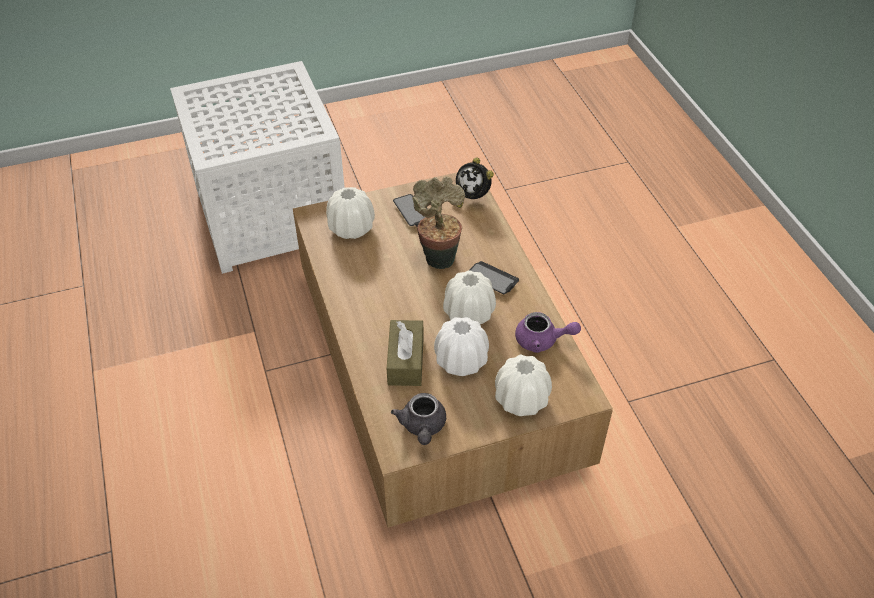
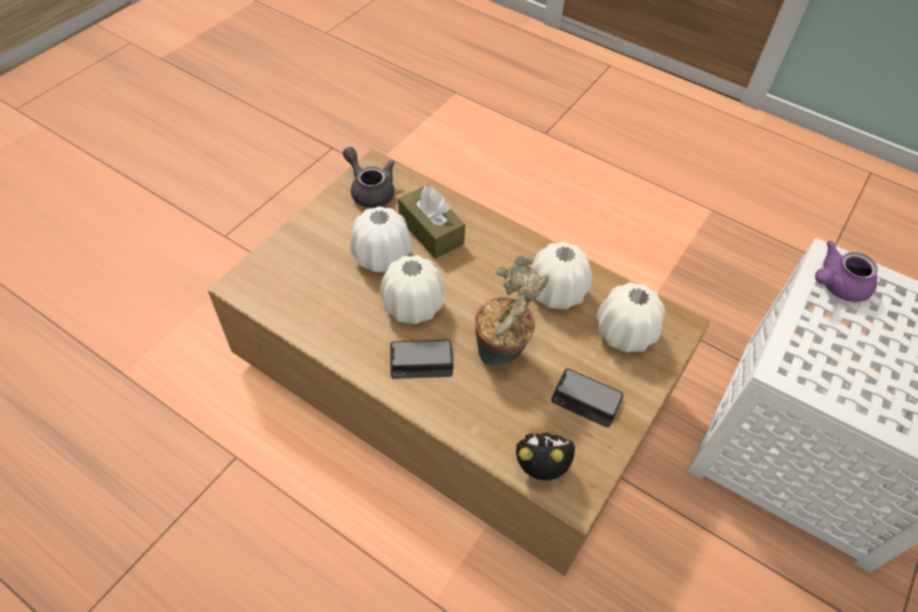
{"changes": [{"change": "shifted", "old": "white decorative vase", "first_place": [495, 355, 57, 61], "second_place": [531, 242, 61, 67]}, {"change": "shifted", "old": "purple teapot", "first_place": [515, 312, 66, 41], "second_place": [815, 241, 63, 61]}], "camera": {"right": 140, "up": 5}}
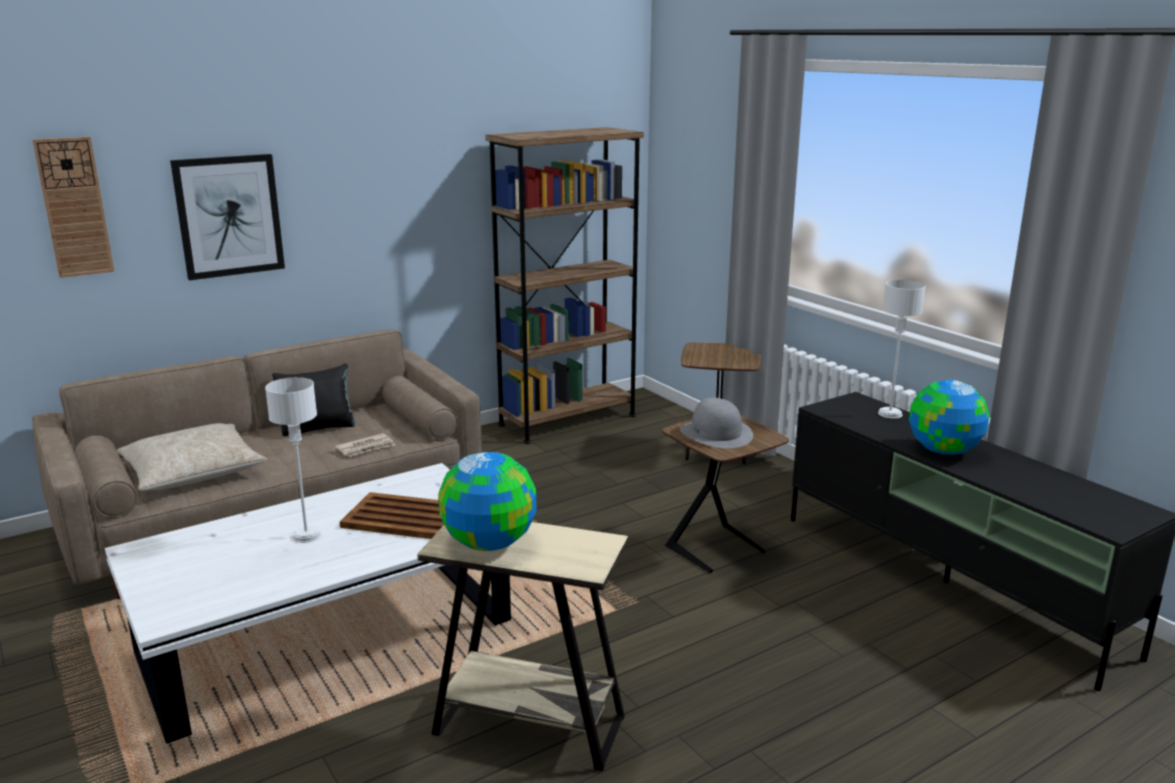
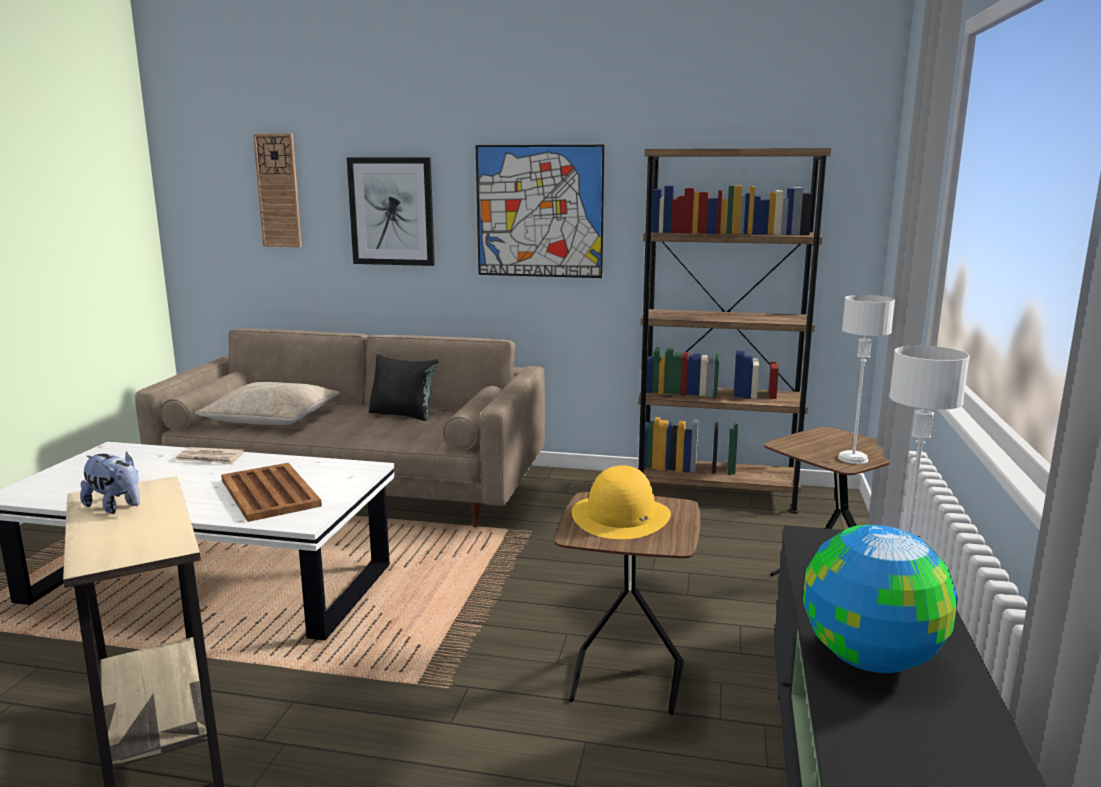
{"changes": [{"change": "shifted", "old": "white lamp for a table", "first_place": [265, 377, 56, 166], "second_place": [838, 295, 57, 169]}, {"change": "shifted", "old": "printed paper", "first_place": [335, 433, 60, 24], "second_place": [176, 447, 68, 18]}, {"change": "swapped", "old": "world globe", "new": "soft toy", "first_place": [438, 452, 99, 99], "second_place": [80, 451, 60, 63]}, {"change": "repainted", "old": "greyish clothing hat", "new": "yellow-coloured clothing hat", "first_place": [680, 398, 73, 50], "second_place": [572, 465, 99, 74]}, {"change": "new", "new": "wall art", "second_place": [476, 145, 129, 133]}], "camera": {"right": 45, "up": -5}}
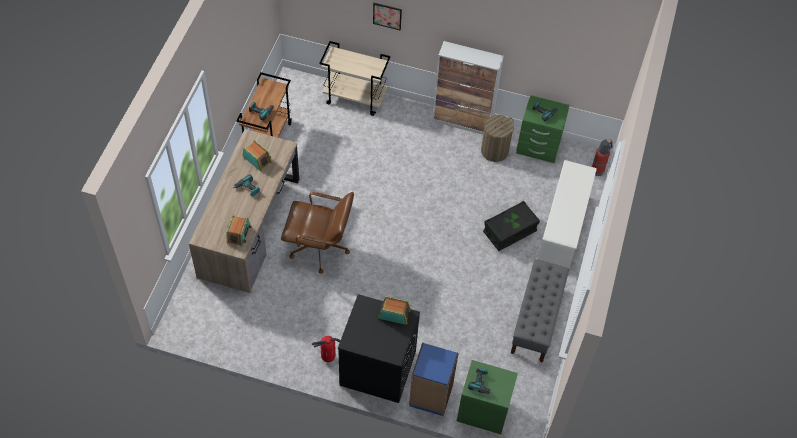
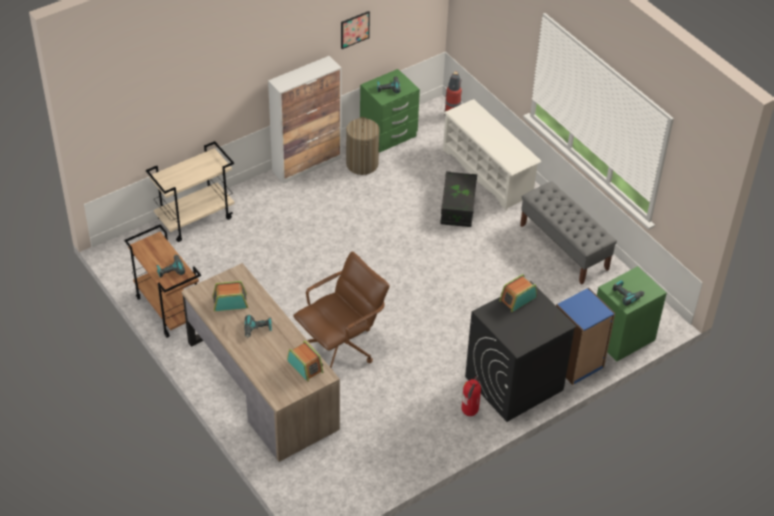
{"changes": [{"change": "shifted", "old": "wall art", "first_place": [373, 3, 29, 27], "second_place": [341, 11, 29, 38]}], "camera": {"right": -50, "up": -10}}
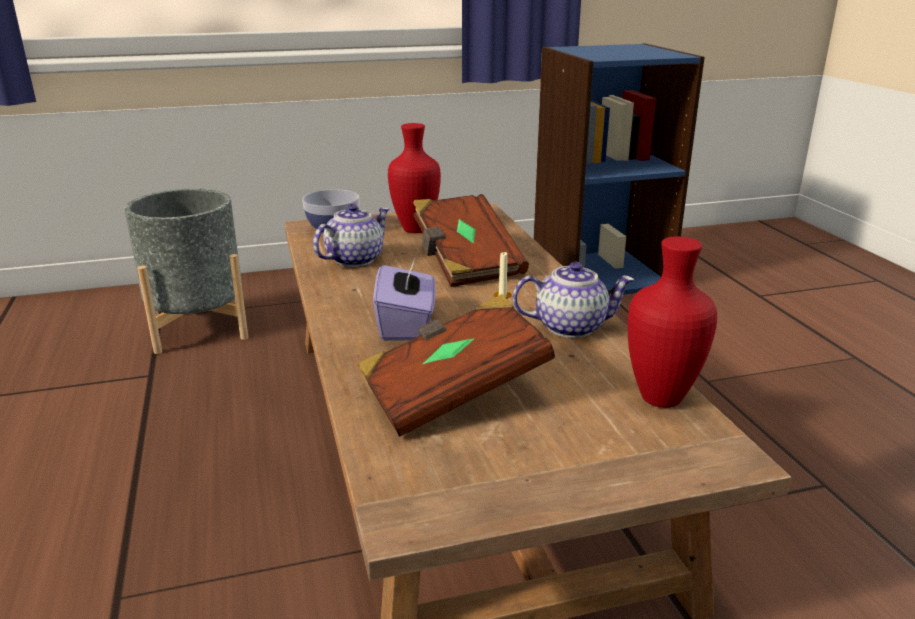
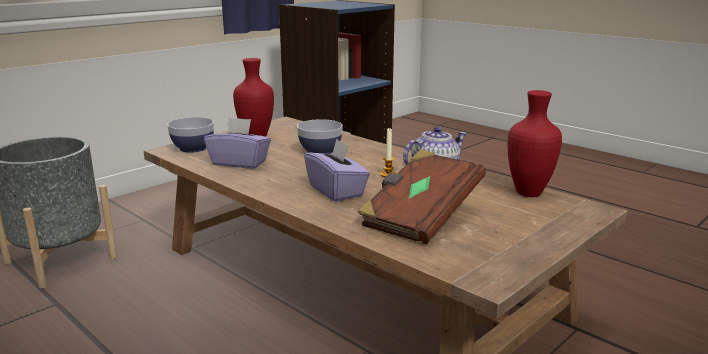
{"changes": [{"change": "swapped", "old": "teapot", "new": "purple box of tissues", "first_place": [313, 204, 76, 63], "second_place": [204, 117, 67, 52]}, {"change": "swapped", "old": "brownish book", "new": "deep dish", "first_place": [413, 194, 116, 93], "second_place": [297, 119, 46, 35]}], "camera": {"right": -30, "up": -5}}
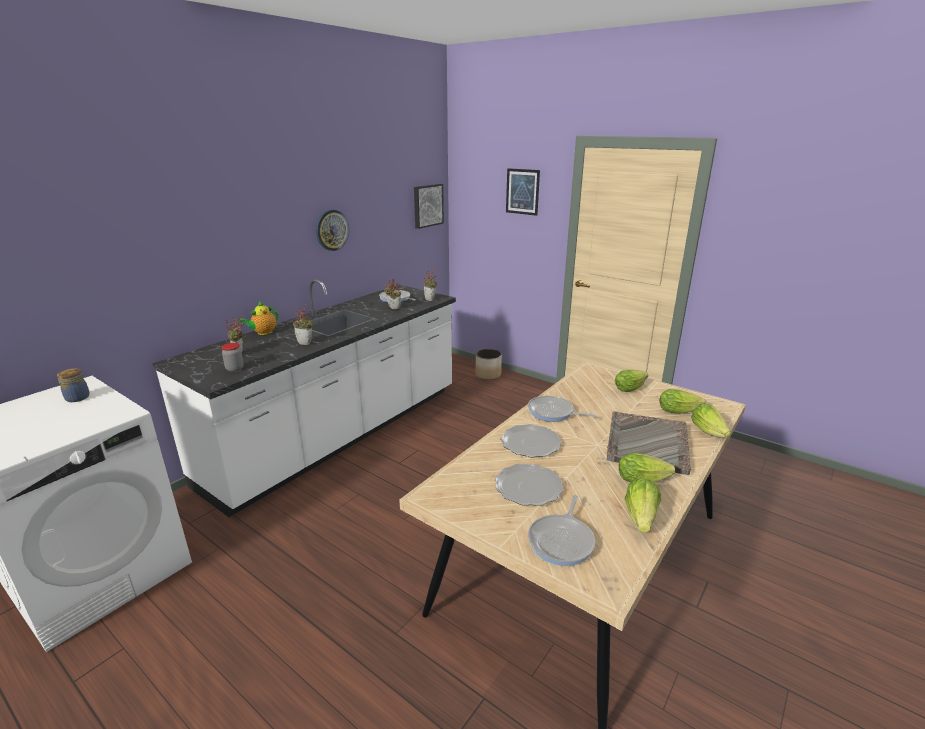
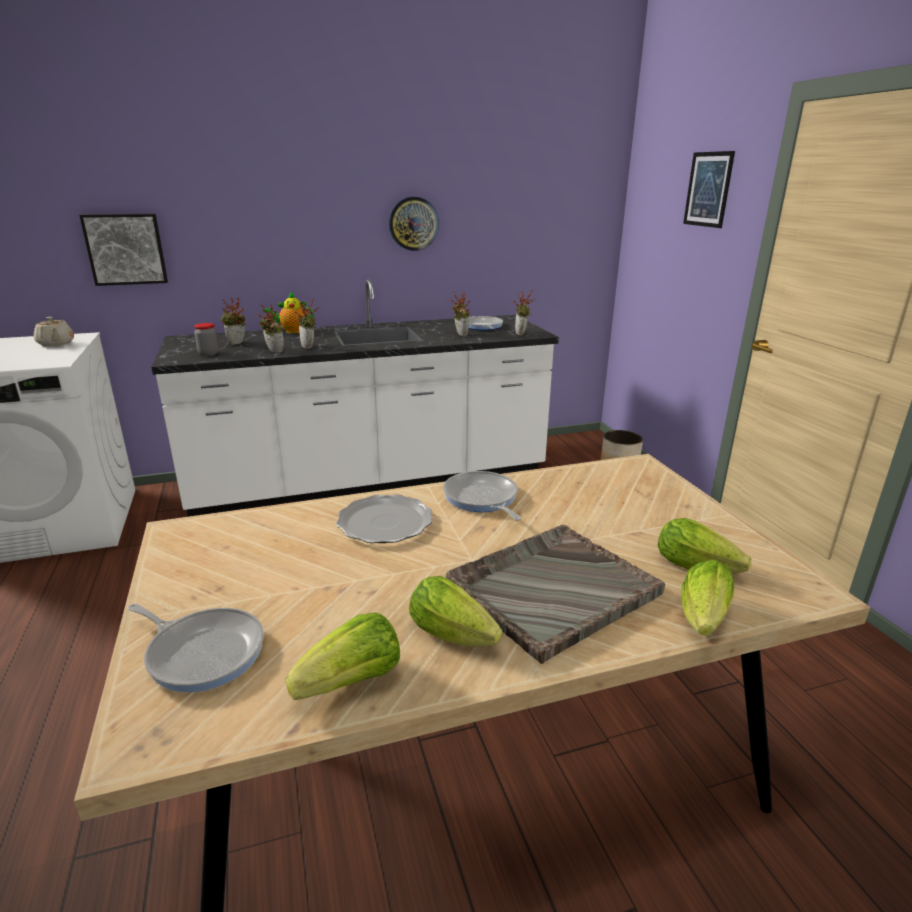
{"changes": [{"change": "swapped", "old": "preserve jar", "new": "beige-coloured teapot", "first_place": [57, 368, 32, 34], "second_place": [34, 317, 40, 30]}, {"change": "shifted", "old": "wall art", "first_place": [414, 184, 30, 45], "second_place": [79, 214, 89, 72]}, {"change": "gone", "old": "plate", "first_place": [495, 464, 68, 42]}, {"change": "rotated", "old": "skillet", "first_place": [528, 495, 67, 71], "second_place": [128, 604, 136, 89], "degrees": -120}, {"change": "gone", "old": "lettuce head", "first_place": [615, 369, 33, 23]}, {"change": "new", "new": "plant in a pot", "second_place": [257, 304, 27, 49]}], "camera": {"right": 35, "up": 0}}
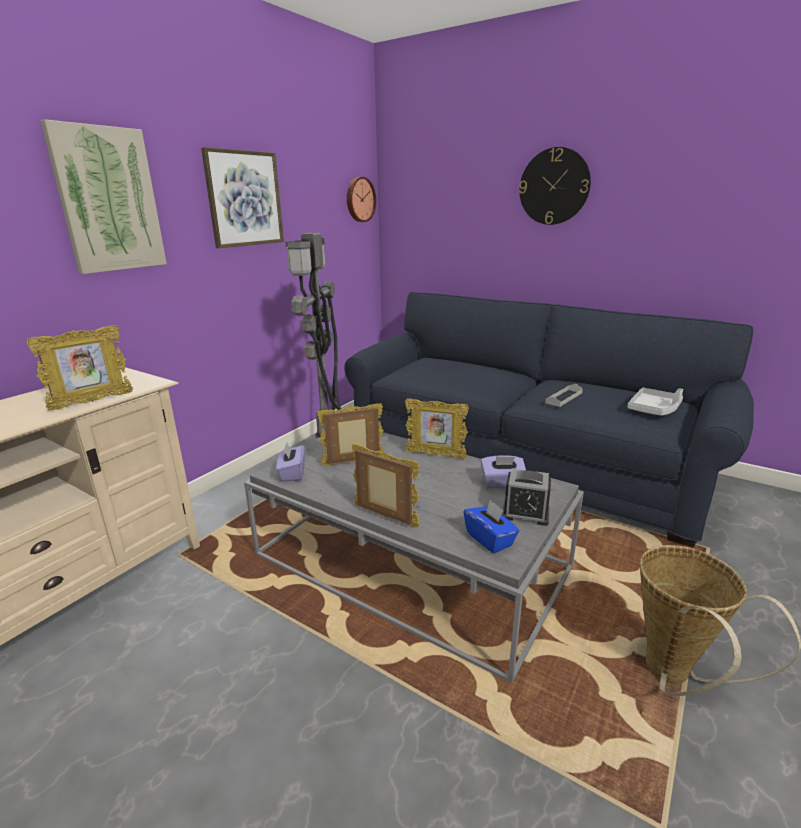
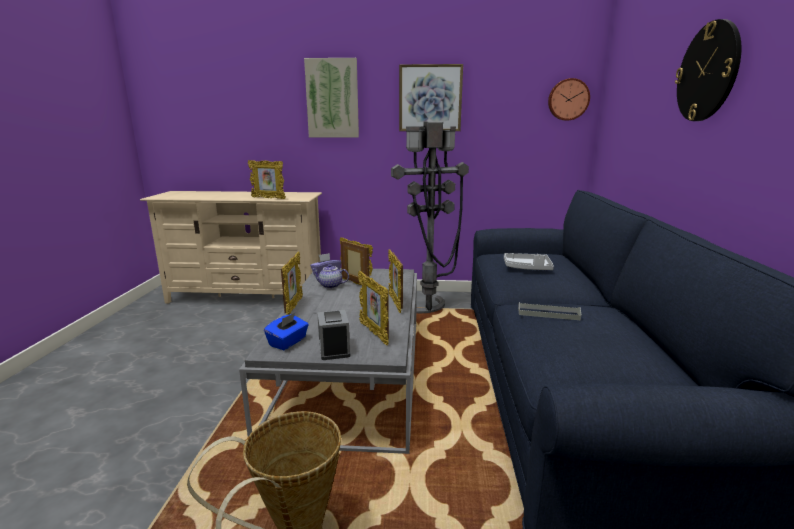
{"changes": [{"change": "swapped", "old": "purple box of tissues", "new": "standing frame", "first_place": [481, 455, 45, 33], "second_place": [358, 271, 31, 74]}, {"change": "shifted", "old": "greyish serving tray", "first_place": [627, 388, 56, 28], "second_place": [504, 253, 50, 17]}, {"change": "new", "new": "teapot", "second_place": [312, 264, 37, 25]}], "camera": {"right": 60, "up": -5}}
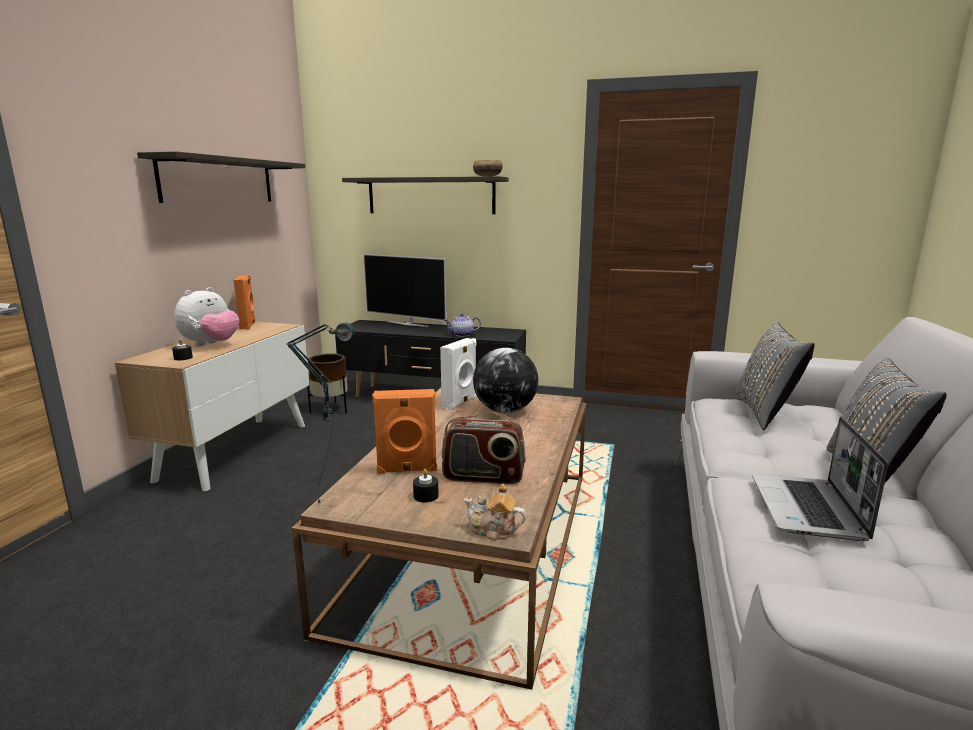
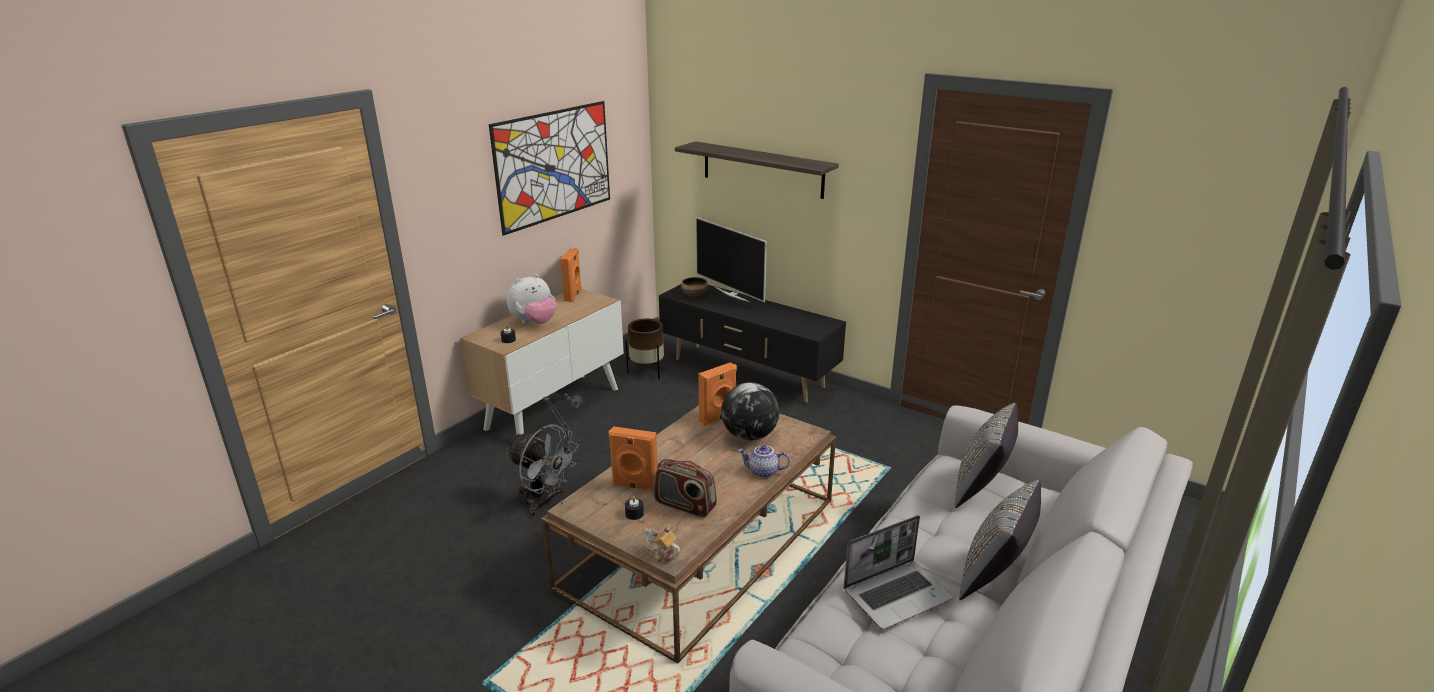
{"changes": [{"change": "swapped", "old": "bracket shelf", "new": "wall art", "first_place": [137, 151, 168, 52], "second_place": [489, 101, 121, 135]}, {"change": "repainted", "old": "white audio speaker", "new": "orangey audio speaker", "first_place": [440, 338, 37, 72], "second_place": [698, 362, 39, 64]}, {"change": "shifted", "old": "teapot", "first_place": [444, 313, 37, 24], "second_place": [738, 445, 52, 33]}, {"change": "shifted", "old": "deep dish", "first_place": [473, 160, 29, 16], "second_place": [681, 277, 27, 19]}, {"change": "rotated", "old": "laptop", "first_place": [752, 417, 136, 124], "second_place": [844, 515, 109, 115], "degrees": -150}, {"change": "new", "new": "greyish electric fan", "second_place": [507, 424, 72, 93]}], "camera": {"right": 20, "up": 10}}
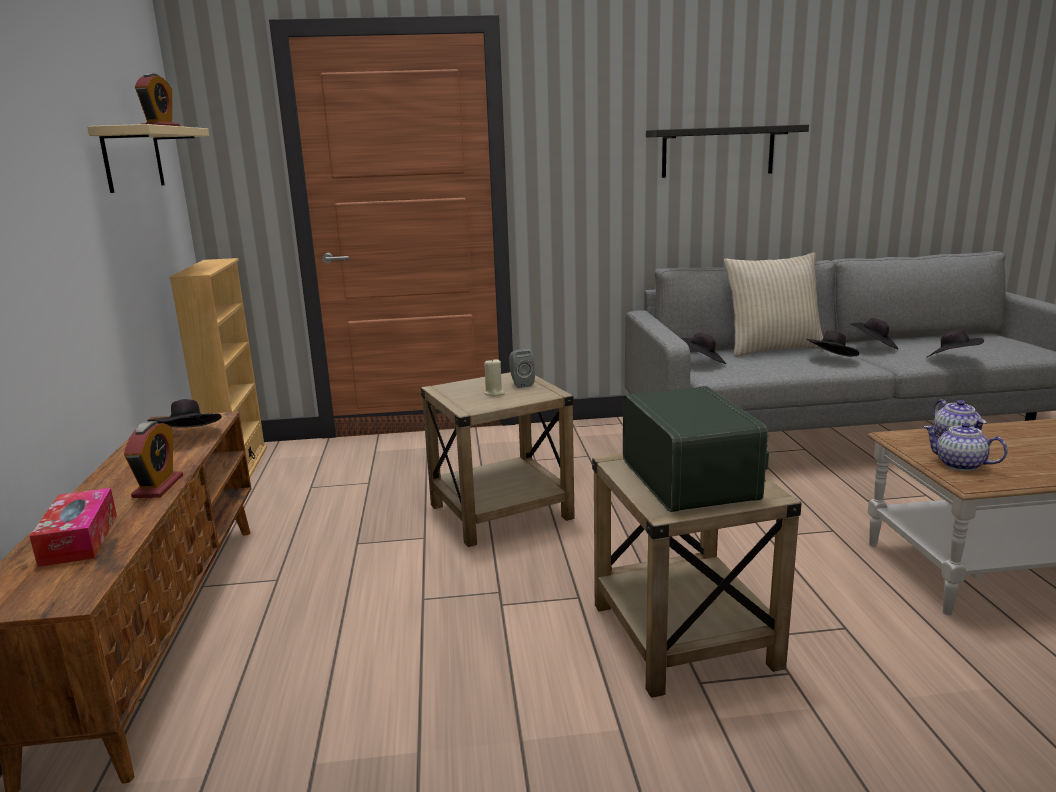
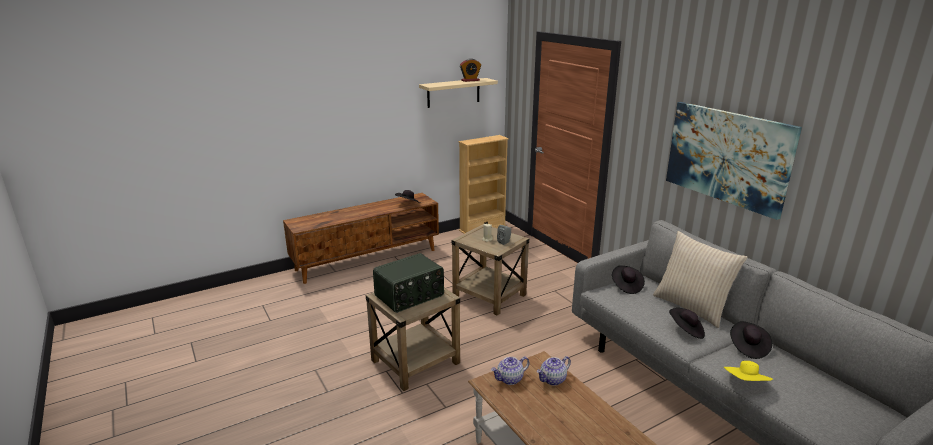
{"changes": [{"change": "gone", "old": "box of tissues", "first_place": [29, 488, 88, 79]}, {"change": "gone", "old": "alarm clock", "first_place": [124, 421, 59, 77]}, {"change": "swapped", "old": "black-coloured bracket shelf", "new": "wall art", "first_place": [646, 125, 163, 53], "second_place": [666, 102, 136, 118]}, {"change": "rotated", "old": "teapot", "first_place": [924, 422, 84, 49], "second_place": [491, 357, 39, 28], "degrees": -135}, {"change": "repainted", "old": "black-coloured clothing hat", "new": "yellow-coloured clothing hat", "first_place": [926, 330, 58, 28], "second_place": [724, 361, 49, 20]}], "camera": {"right": 65, "up": 5}}
